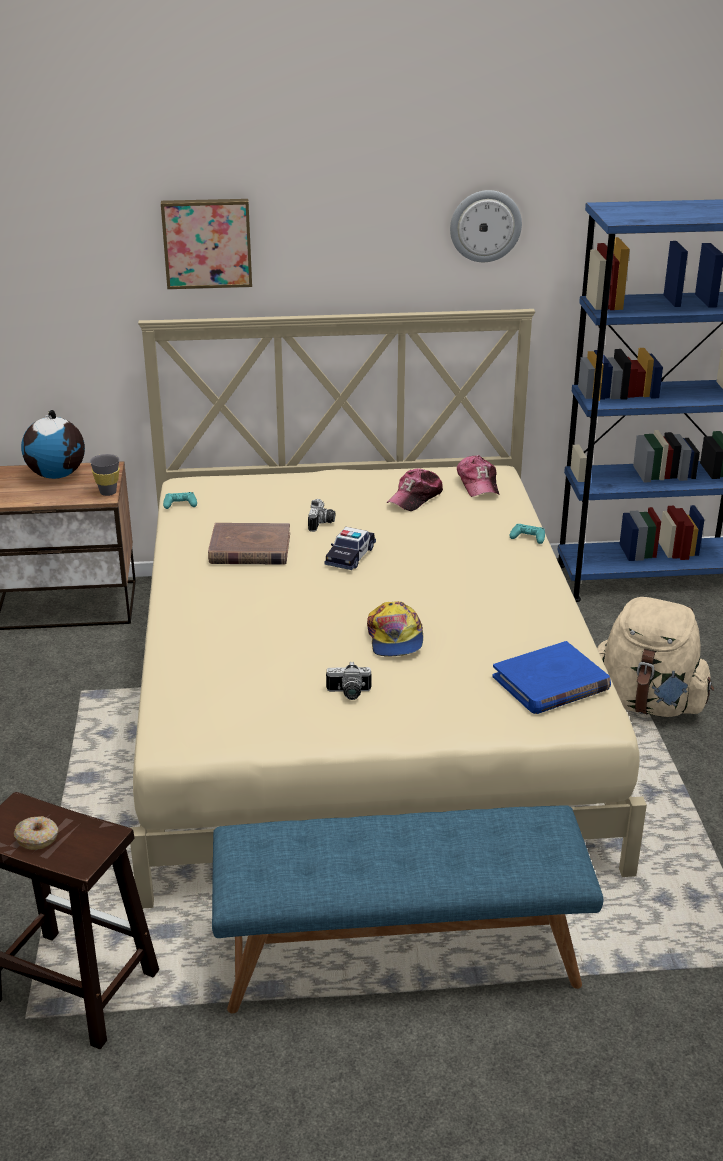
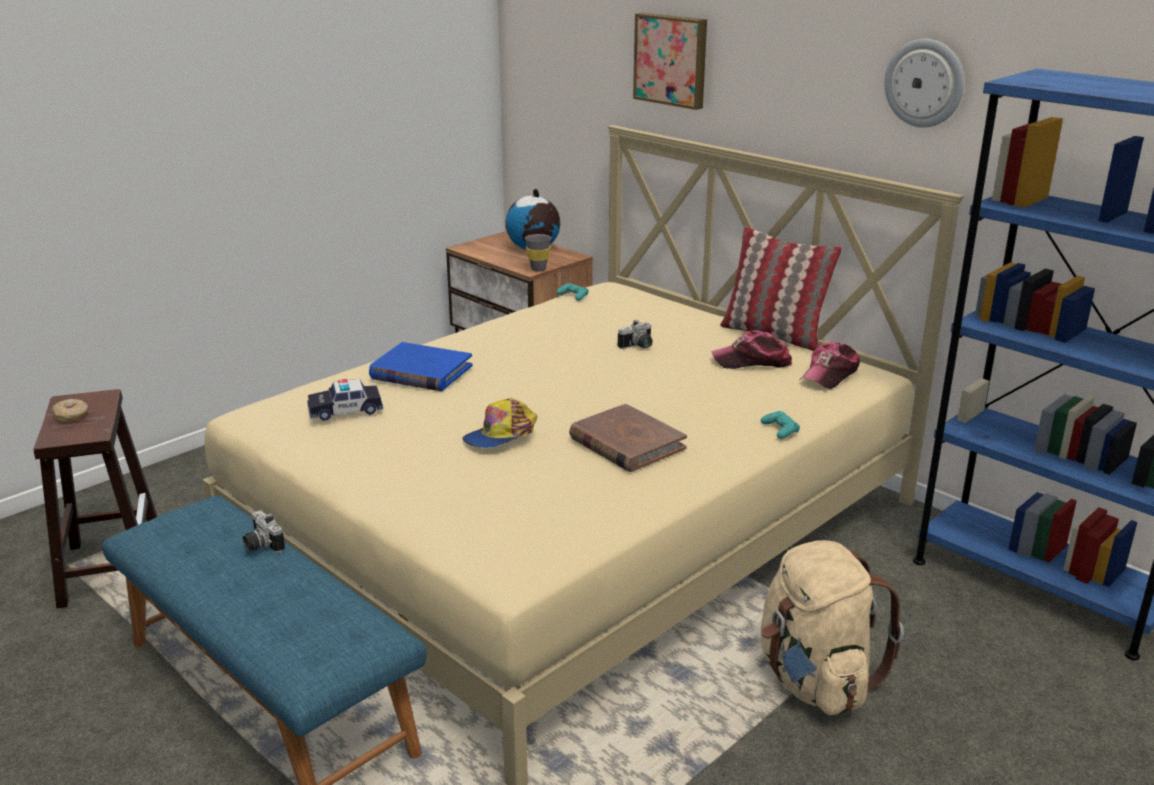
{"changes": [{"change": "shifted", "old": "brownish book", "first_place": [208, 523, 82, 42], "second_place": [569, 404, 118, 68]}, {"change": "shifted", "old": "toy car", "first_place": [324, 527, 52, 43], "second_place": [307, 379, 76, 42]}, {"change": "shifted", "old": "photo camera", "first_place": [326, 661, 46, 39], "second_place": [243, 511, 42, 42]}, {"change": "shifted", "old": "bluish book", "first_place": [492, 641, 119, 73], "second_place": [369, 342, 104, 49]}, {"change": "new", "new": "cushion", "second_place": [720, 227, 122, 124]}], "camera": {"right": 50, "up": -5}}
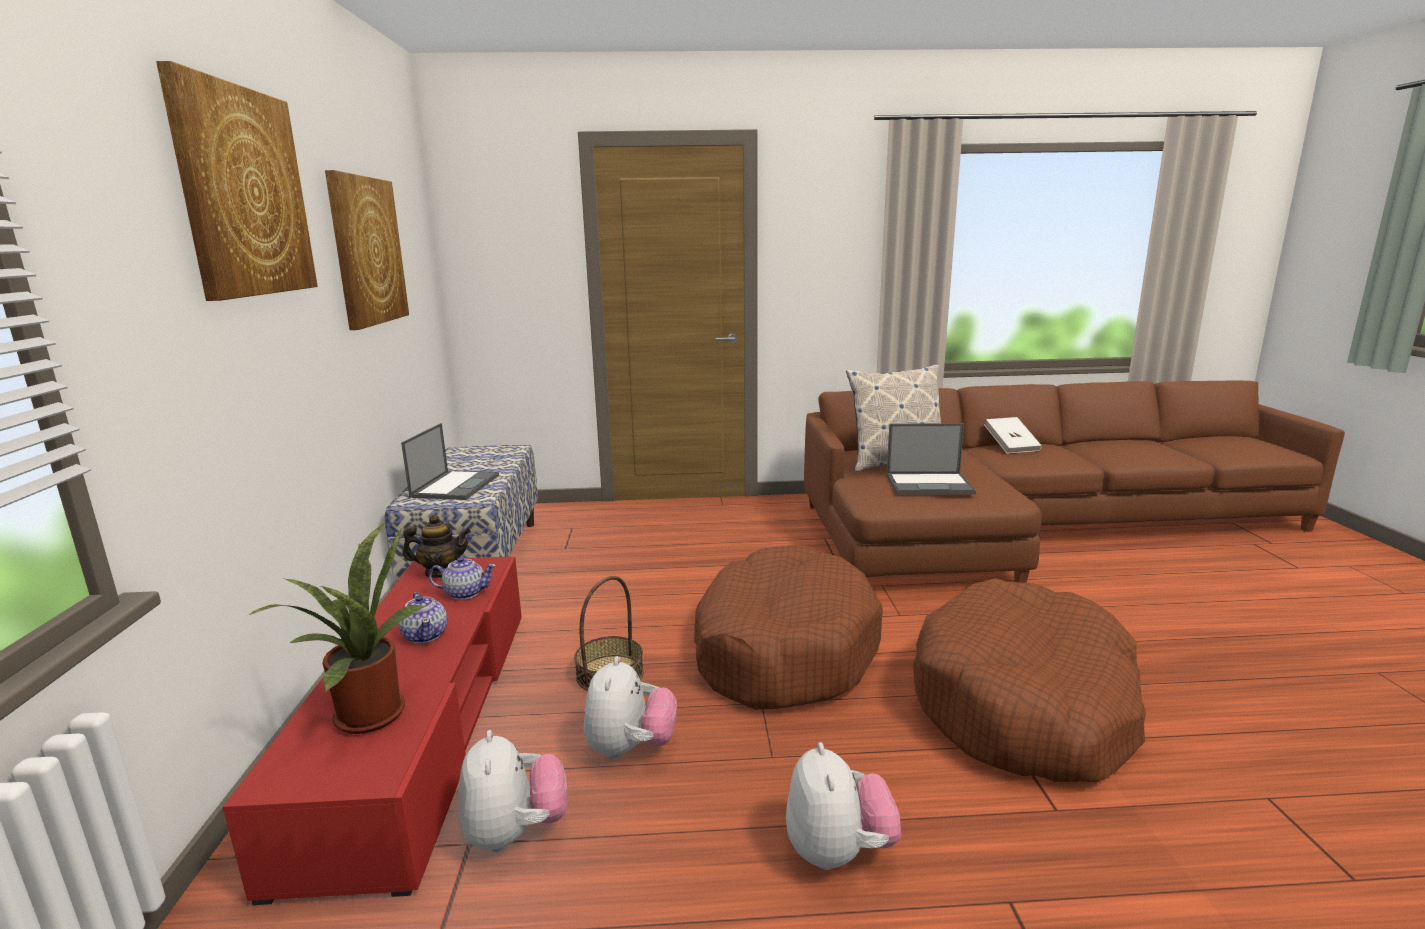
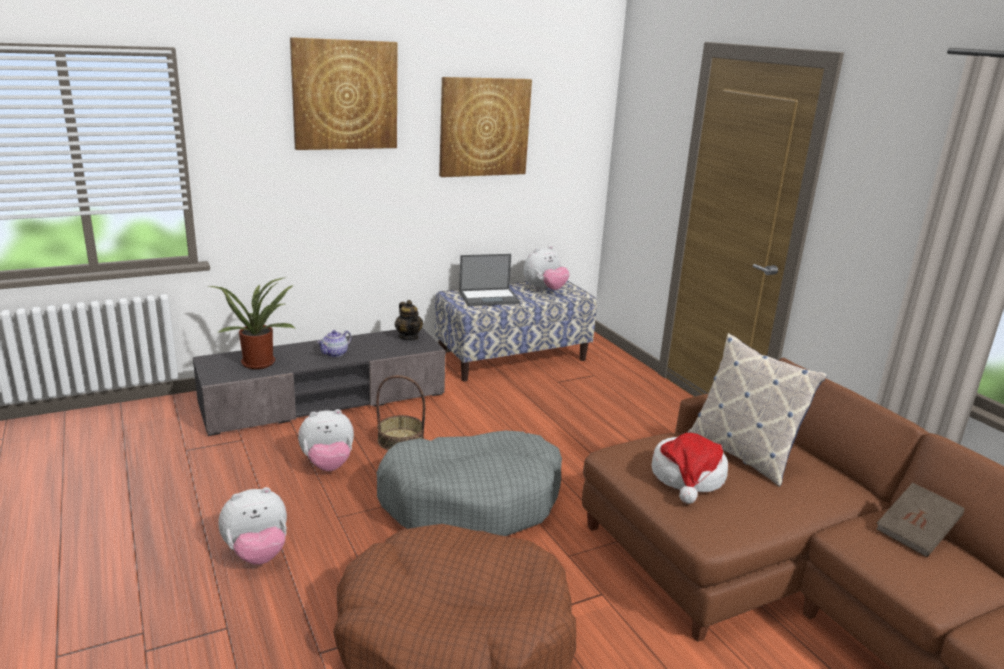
{"changes": [{"change": "repainted", "old": "reddish media console", "new": "greyish media console", "first_place": [223, 556, 299, 349], "second_place": [193, 328, 253, 108]}, {"change": "gone", "old": "teapot", "first_place": [428, 557, 68, 43]}, {"change": "shifted", "old": "soft toy", "first_place": [458, 730, 109, 122], "second_place": [524, 246, 46, 44]}, {"change": "repainted", "old": "brownish dog cushion", "new": "greyish dog cushion", "first_place": [694, 545, 189, 164], "second_place": [376, 430, 186, 106]}, {"change": "swapped", "old": "laptop", "new": "clothing hat", "first_place": [886, 423, 90, 72], "second_place": [651, 433, 77, 71]}, {"change": "repainted", "old": "white book", "new": "brownish book", "first_place": [984, 417, 58, 37], "second_place": [877, 483, 87, 74]}], "camera": {"right": 65, "up": 5}}
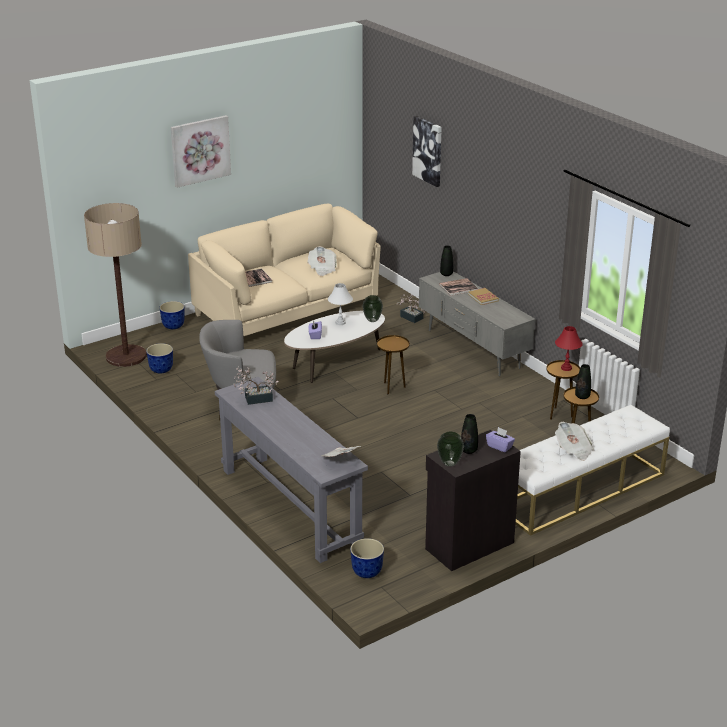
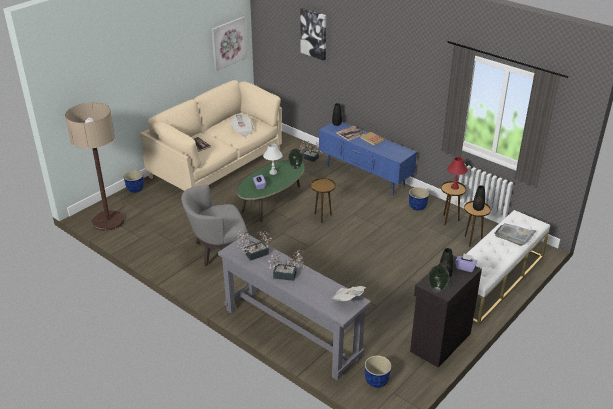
{"changes": [{"change": "shifted", "old": "plant pot", "first_place": [146, 343, 27, 31], "second_place": [409, 187, 20, 23]}, {"change": "shifted", "old": "wall art", "first_place": [171, 115, 60, 73], "second_place": [212, 16, 35, 55]}, {"change": "repainted", "old": "white lounge table", "new": "greenish lounge table", "first_place": [284, 311, 101, 72], "second_place": [237, 160, 68, 62]}, {"change": "repainted", "old": "greyish media console", "new": "bluish media console", "first_place": [419, 271, 117, 105], "second_place": [319, 122, 98, 74]}, {"change": "gone", "old": "printed paper", "first_place": [555, 421, 39, 40]}, {"change": "new", "new": "plant in a pot", "second_place": [268, 249, 37, 32]}, {"change": "new", "new": "greyish serving tray", "second_place": [494, 223, 43, 23]}], "camera": {"right": -15, "up": 5}}
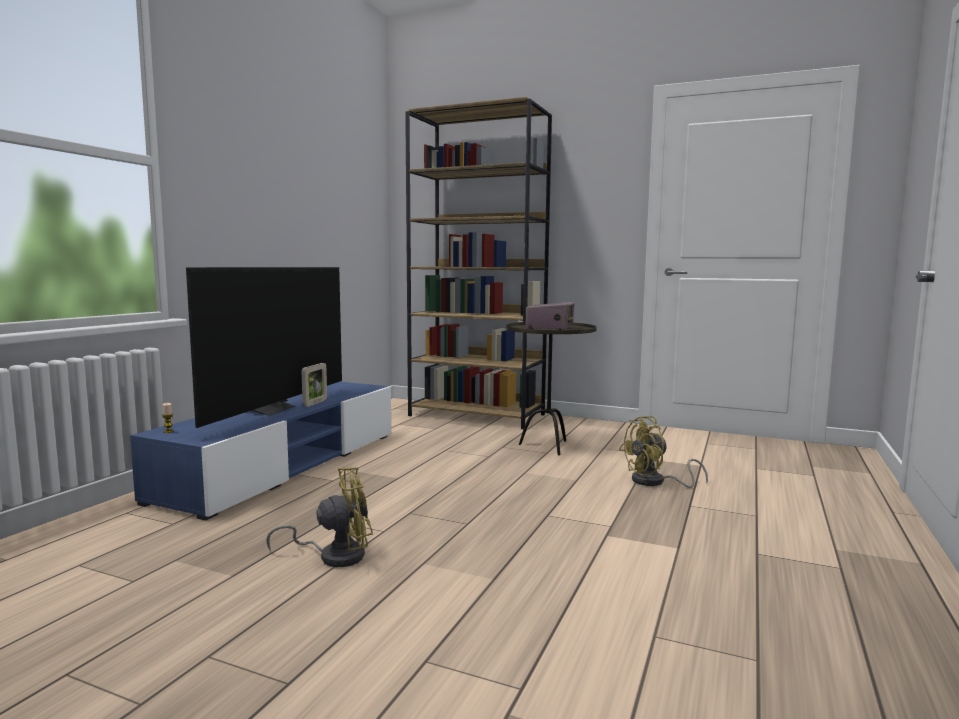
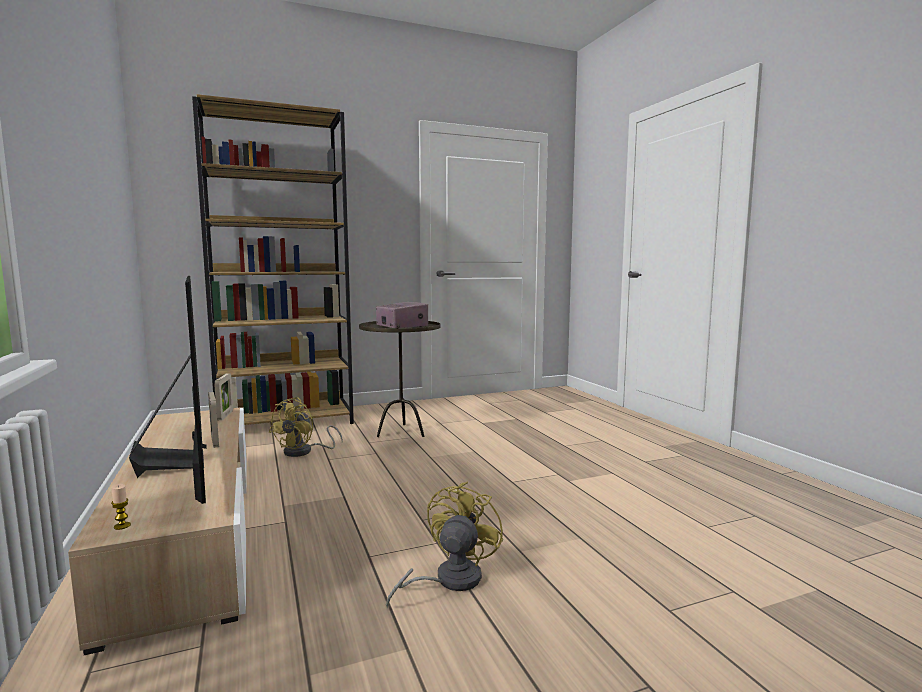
{"changes": [{"change": "repainted", "old": "bluish media console", "new": "beige-coloured media console", "first_place": [130, 382, 261, 139], "second_place": [68, 408, 179, 247]}, {"change": "shifted", "old": "yellow-coloured electric fan", "first_place": [619, 416, 89, 72], "second_place": [269, 397, 74, 60]}, {"change": "new", "new": "standing frame", "second_place": [214, 373, 19, 47]}], "camera": {"right": -45, "up": 0}}
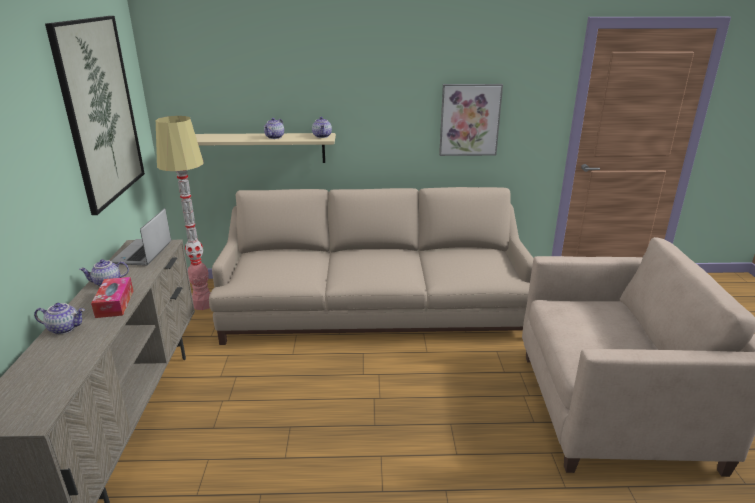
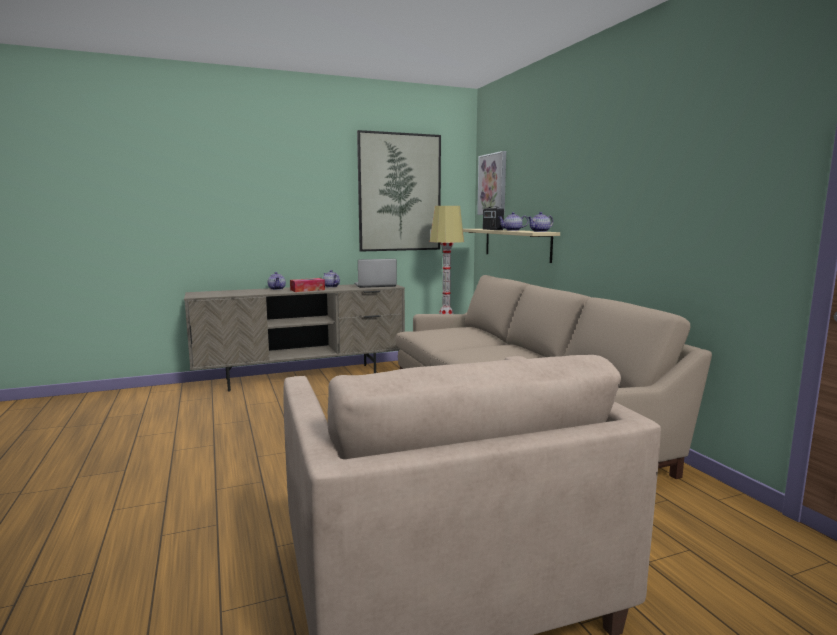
{"changes": [{"change": "shifted", "old": "wall art", "first_place": [439, 84, 64, 72], "second_place": [477, 151, 29, 64]}, {"change": "new", "new": "radio", "second_place": [483, 206, 21, 24]}], "camera": {"right": 70, "up": -15}}
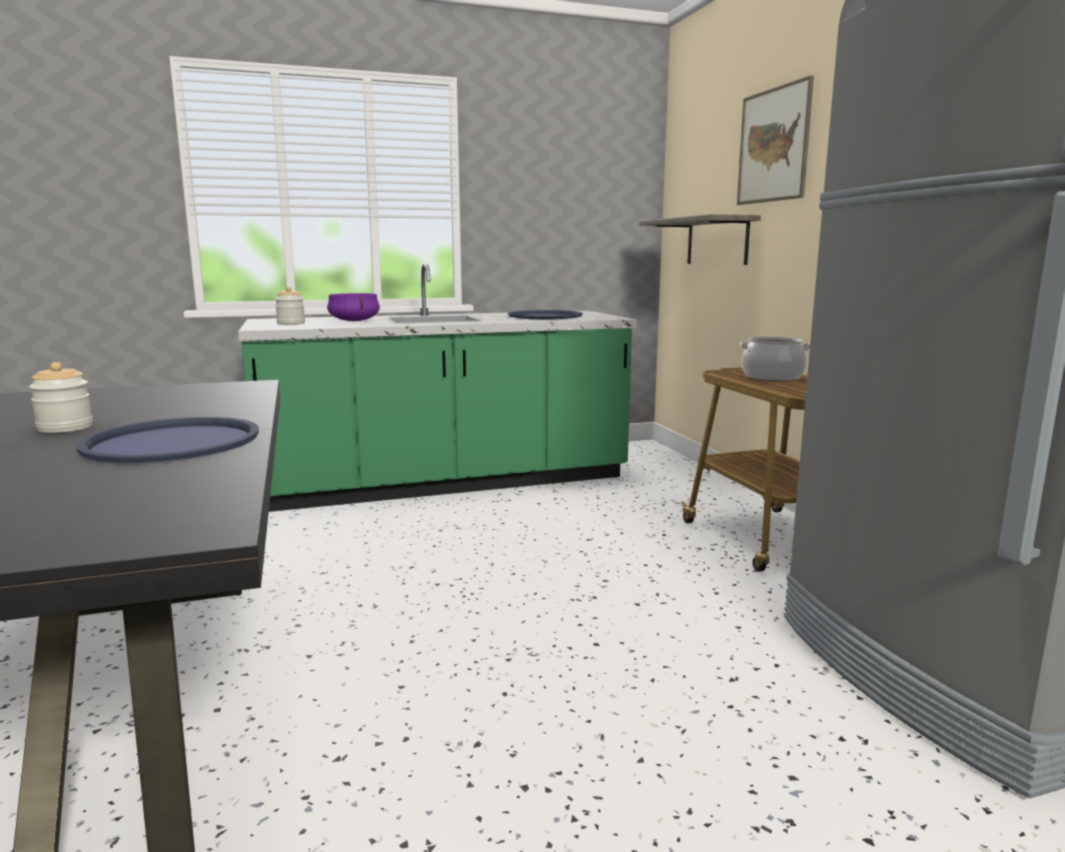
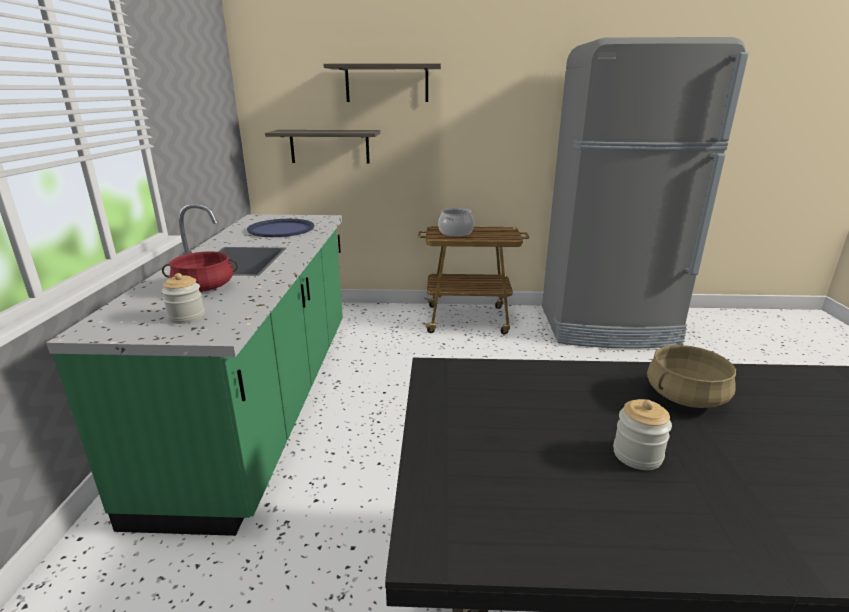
{"changes": [{"change": "swapped", "old": "bluish serving tray", "new": "beige-coloured cooking pot", "first_place": [76, 417, 183, 46], "second_place": [647, 345, 89, 63]}, {"change": "repainted", "old": "purple cooking pot", "new": "reddish cooking pot", "first_place": [327, 293, 53, 28], "second_place": [162, 251, 76, 41]}, {"change": "swapped", "old": "wall art", "new": "bracket shelf", "first_place": [737, 75, 77, 130], "second_place": [323, 63, 118, 39]}], "camera": {"right": -70, "up": 10}}
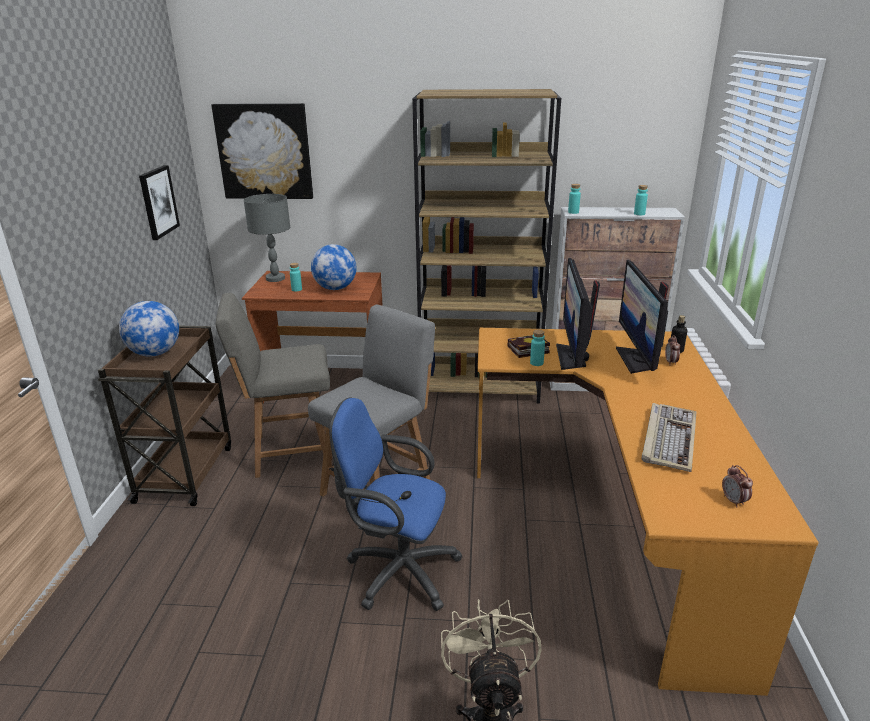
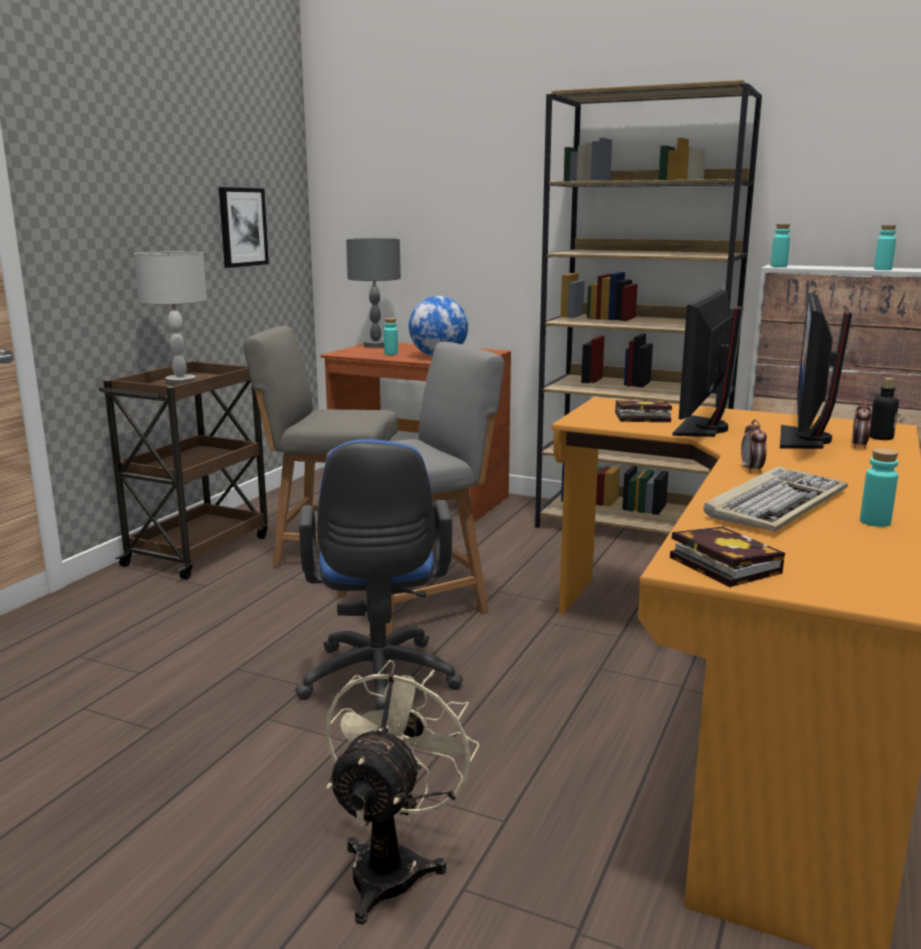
{"changes": [{"change": "swapped", "old": "world globe", "new": "greyish lamp for a table", "first_place": [119, 301, 60, 56], "second_place": [134, 251, 73, 134]}, {"change": "gone", "old": "wall art", "first_place": [211, 103, 102, 96]}, {"change": "rotated", "old": "bluish office chair", "first_place": [329, 397, 133, 214], "second_place": [295, 439, 168, 273], "degrees": -135}, {"change": "shifted", "old": "blue-green drink bottle", "first_place": [530, 330, 15, 36], "second_place": [860, 448, 38, 79]}, {"change": "shifted", "old": "alarm clock", "first_place": [722, 465, 31, 42], "second_place": [741, 419, 26, 54]}, {"change": "new", "new": "book", "second_place": [670, 527, 115, 60]}], "camera": {"right": 20, "up": -10}}
